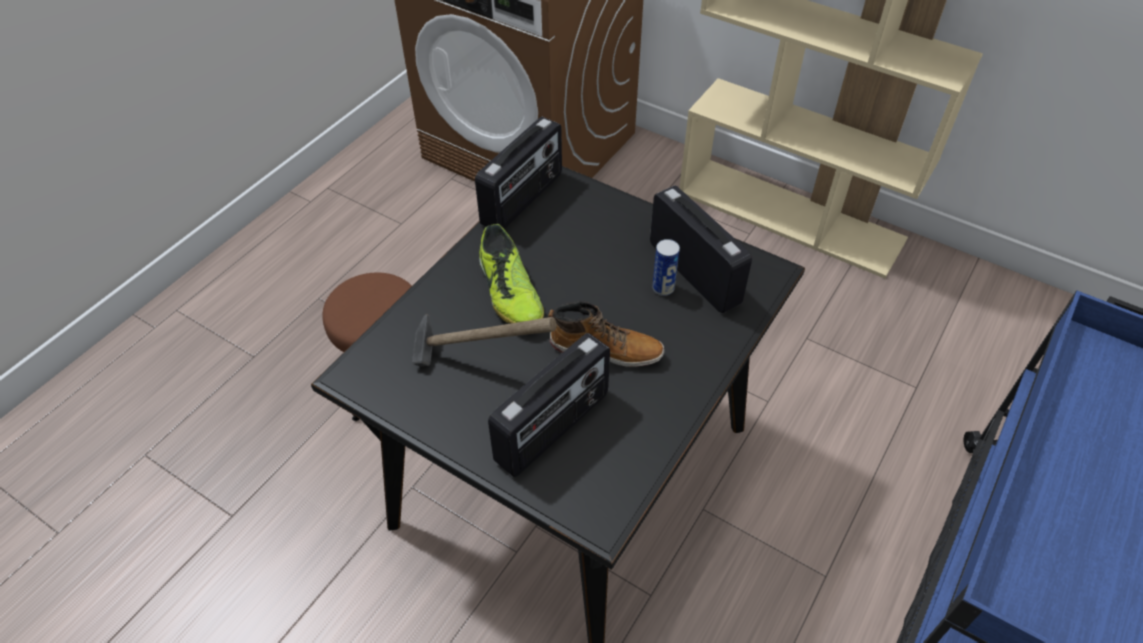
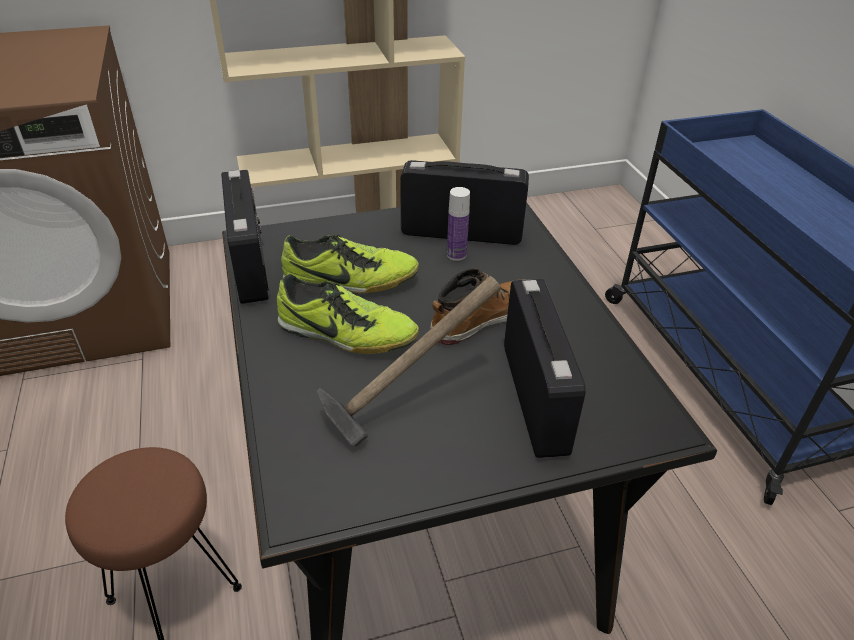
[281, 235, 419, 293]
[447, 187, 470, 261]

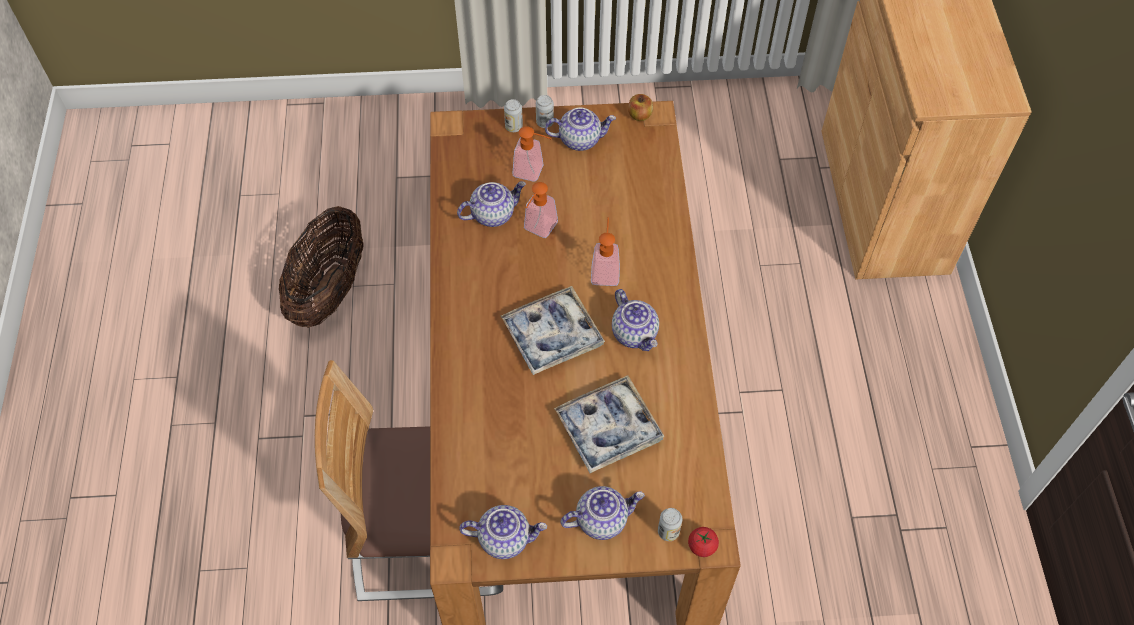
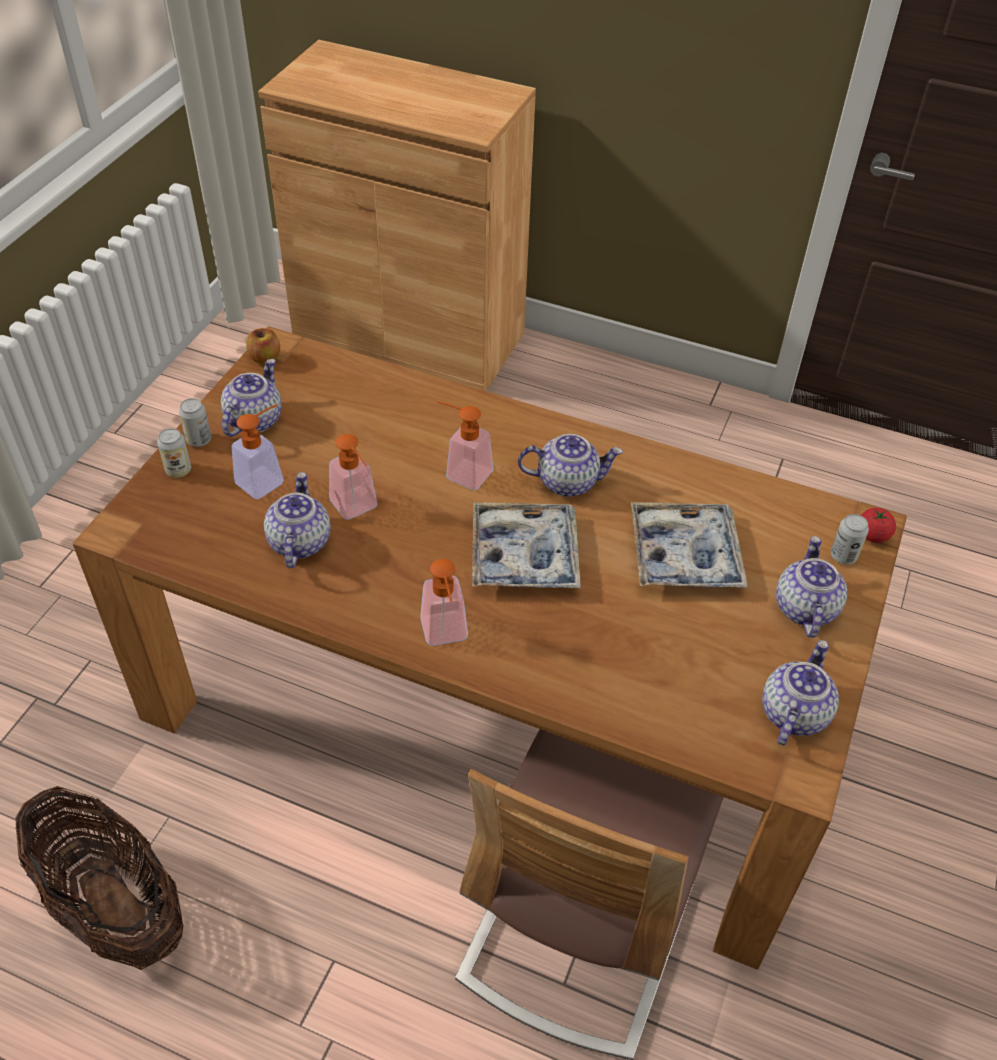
[420, 559, 468, 646]

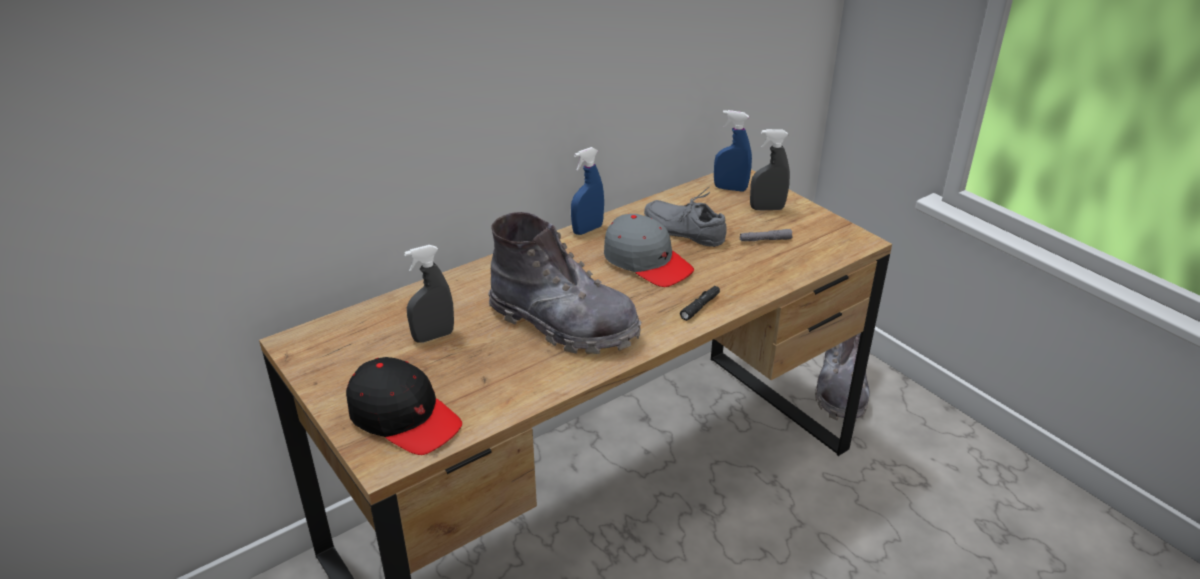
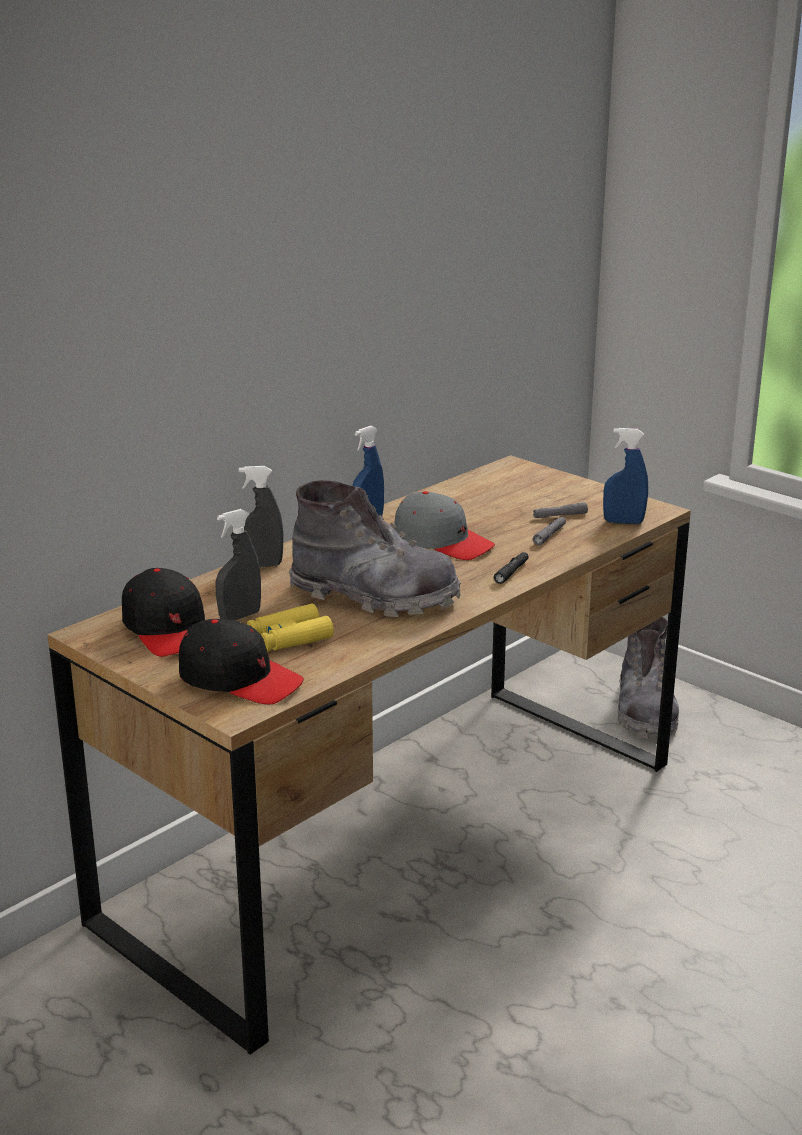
[644, 186, 727, 247] (first image)
[122, 568, 205, 657]
[247, 603, 334, 652]
[533, 517, 566, 545]
[603, 428, 648, 524]
[239, 466, 284, 567]

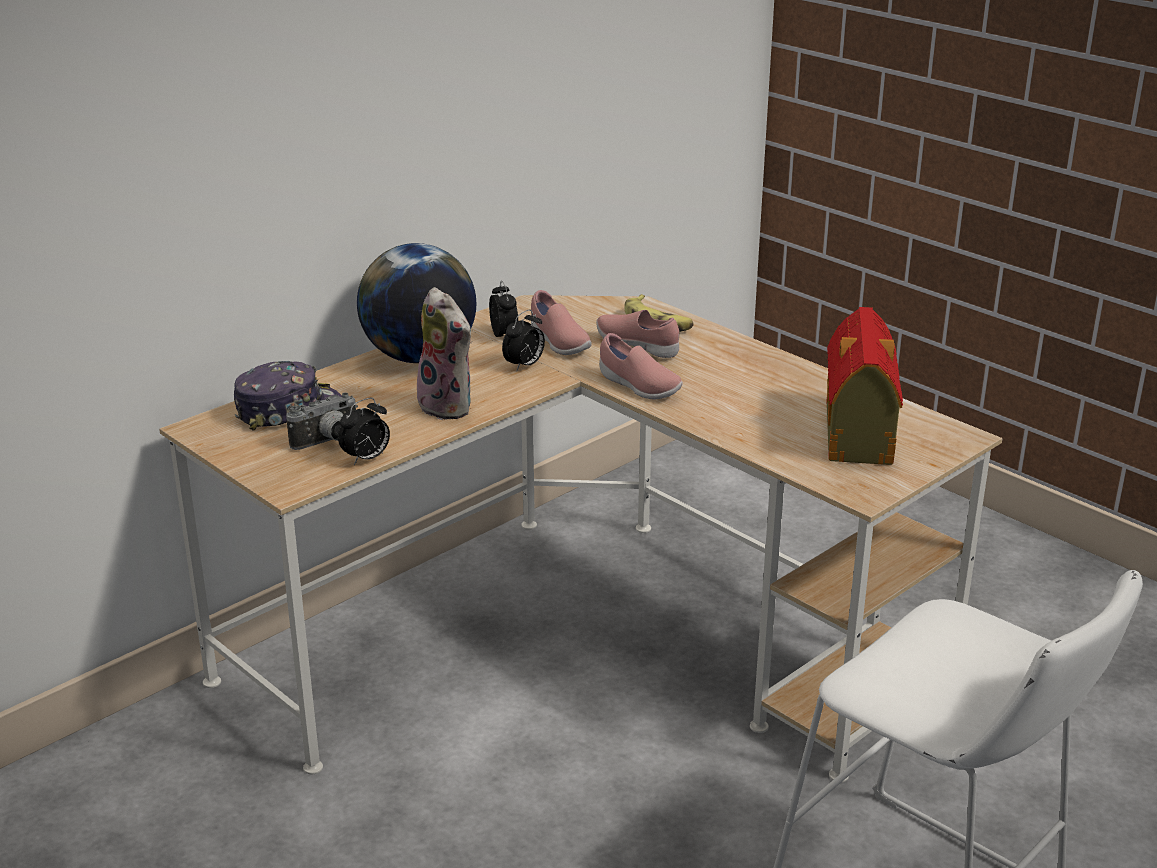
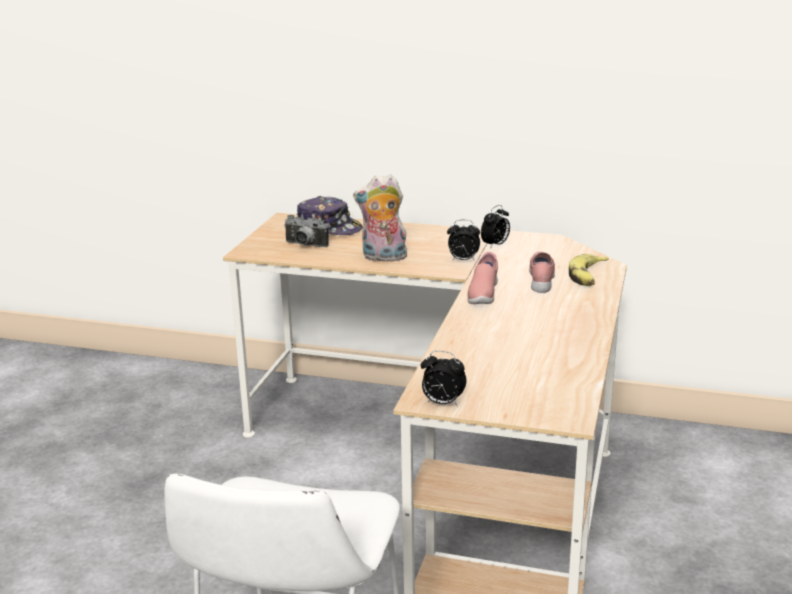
[357, 243, 476, 363] (first image)
[531, 290, 592, 355] (first image)
[827, 307, 903, 465] (first image)
[421, 351, 466, 406]
[353, 174, 407, 262]

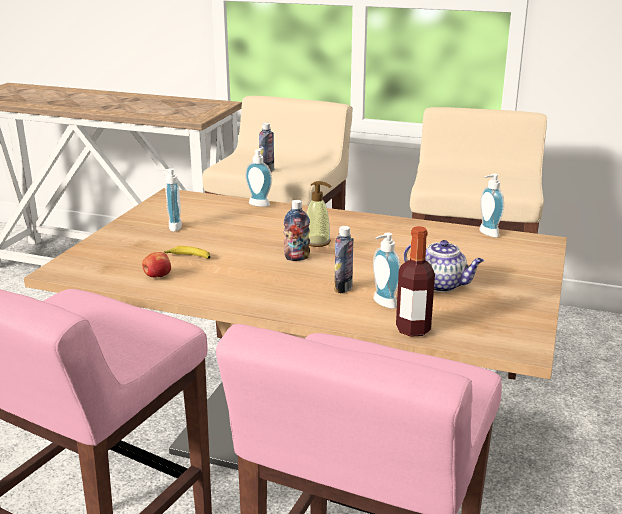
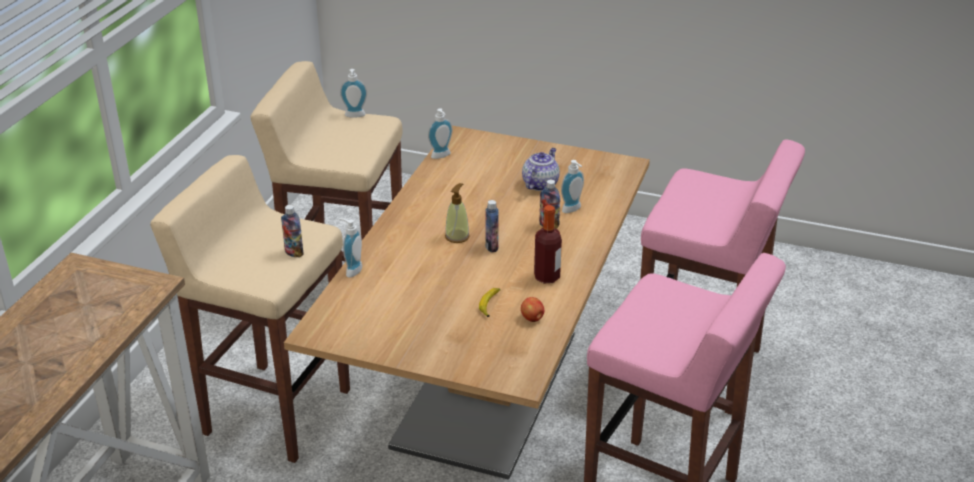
[340, 69, 367, 118]
[534, 205, 562, 283]

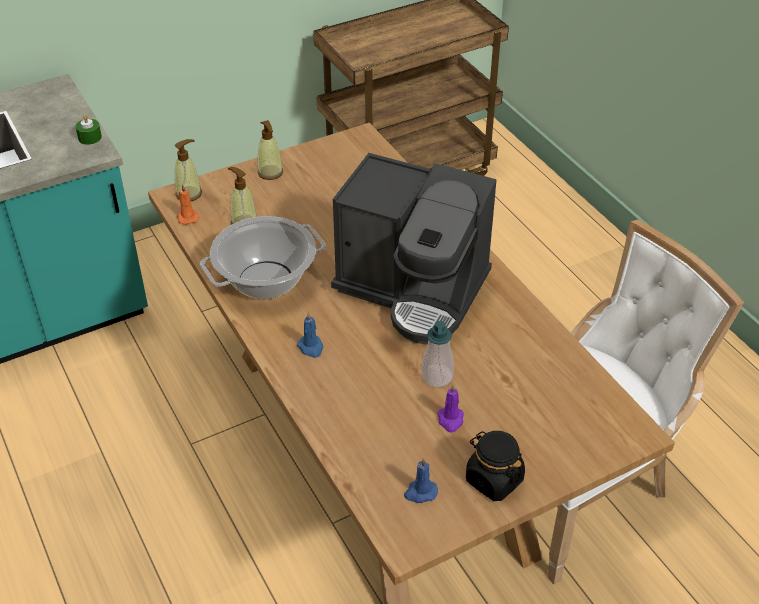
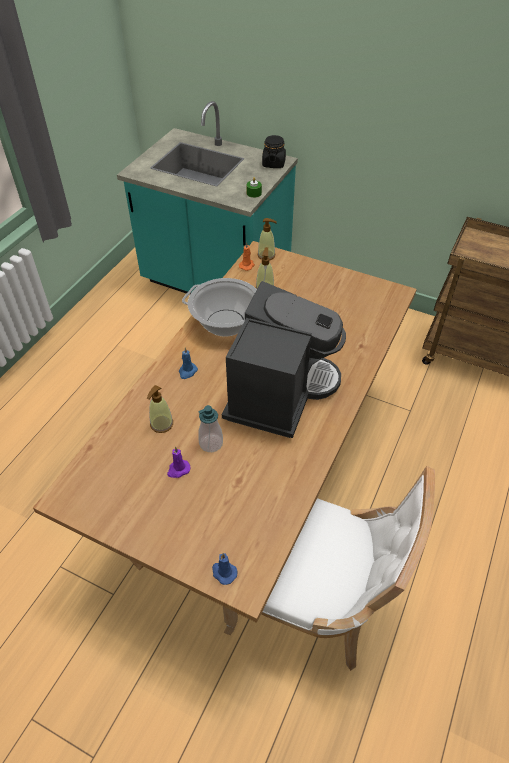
[147, 385, 173, 433]
[212, 553, 237, 585]
[262, 135, 286, 168]
[222, 281, 346, 438]

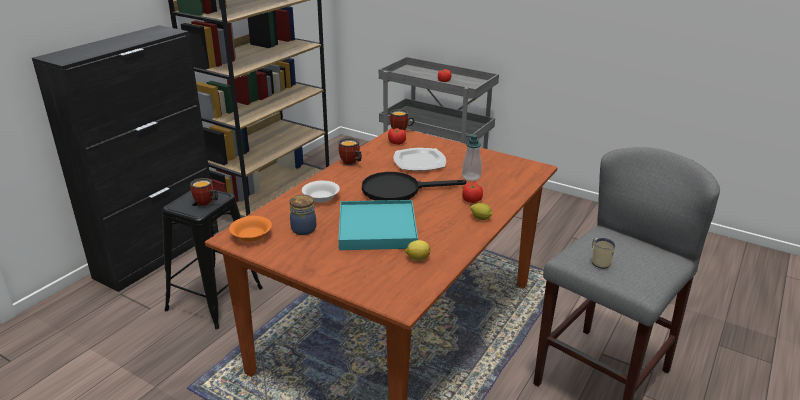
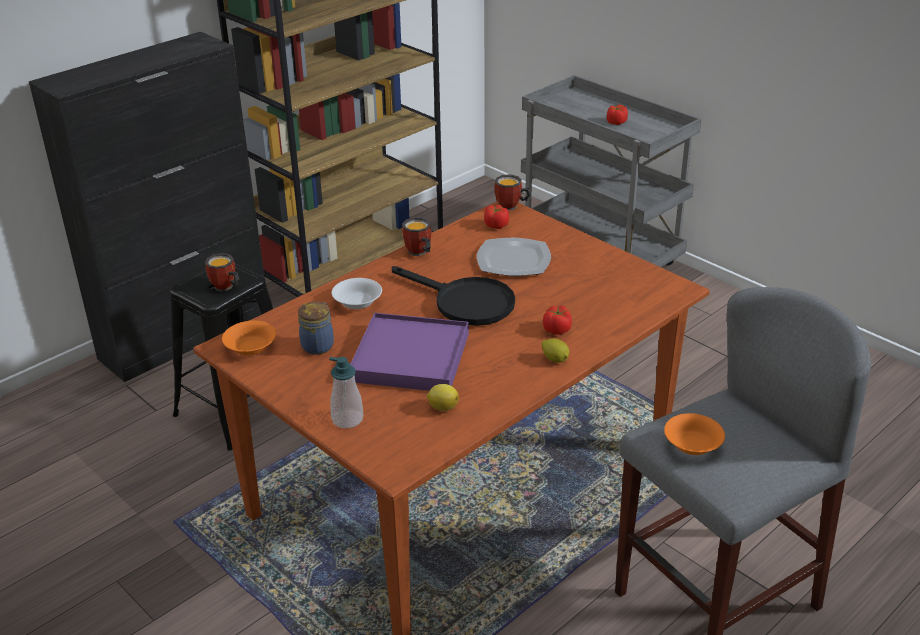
[329, 357, 363, 428]
[664, 413, 725, 455]
[350, 313, 469, 391]
[392, 266, 515, 326]

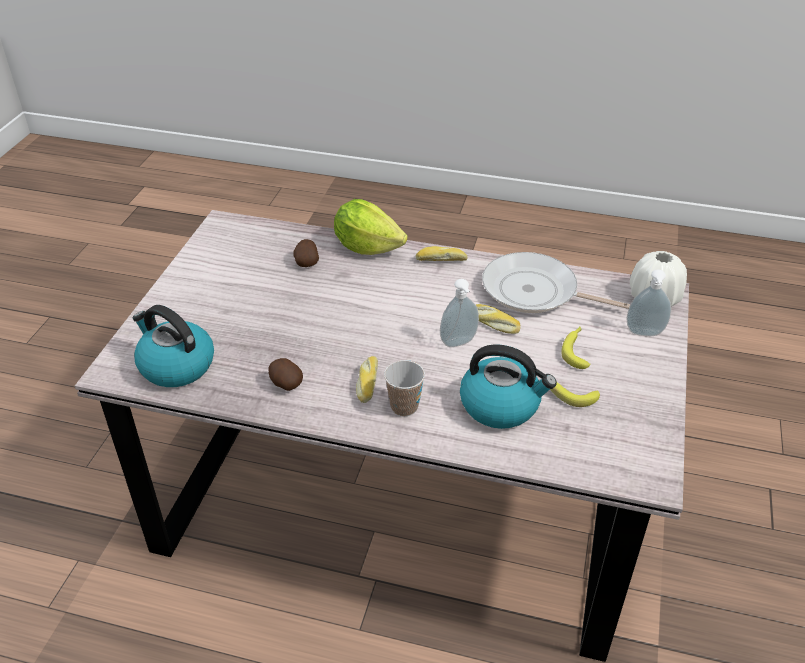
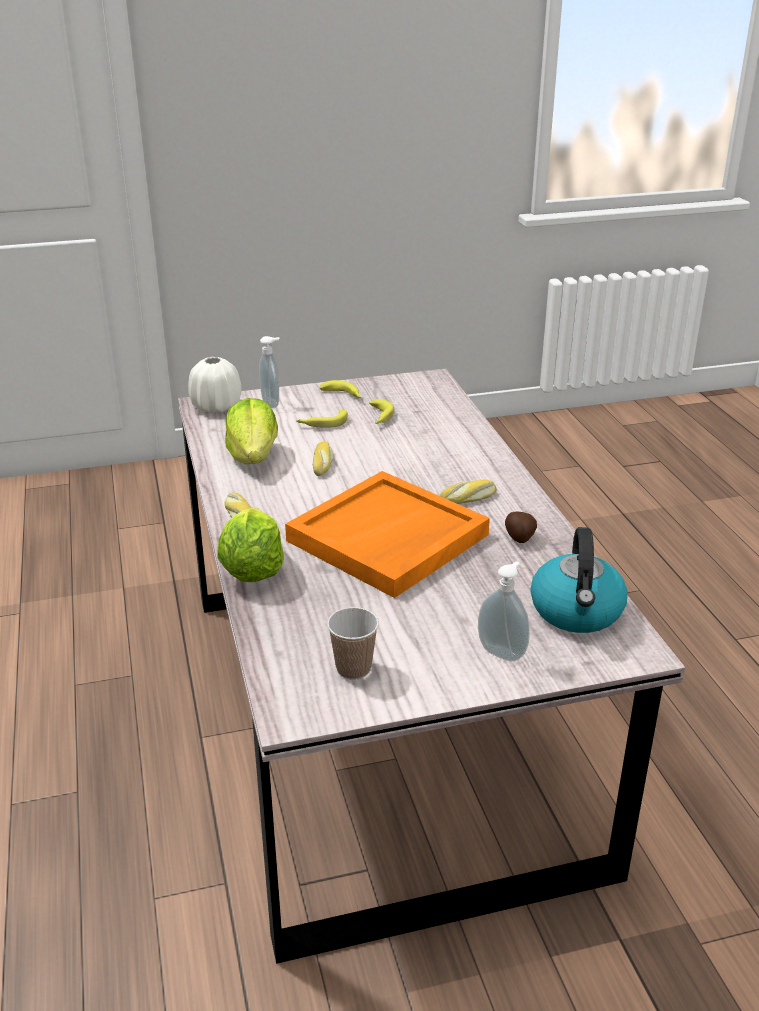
[293, 239, 319, 267] (first image)
[460, 345, 557, 429] (first image)
[285, 471, 490, 598]
[319, 380, 361, 399]
[327, 607, 379, 680]
[478, 561, 530, 661]
[225, 398, 278, 464]

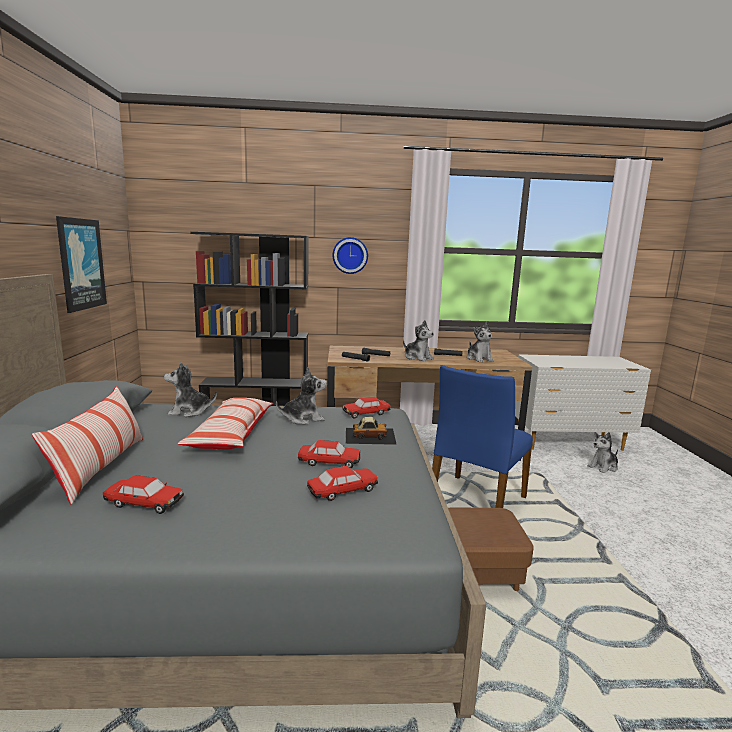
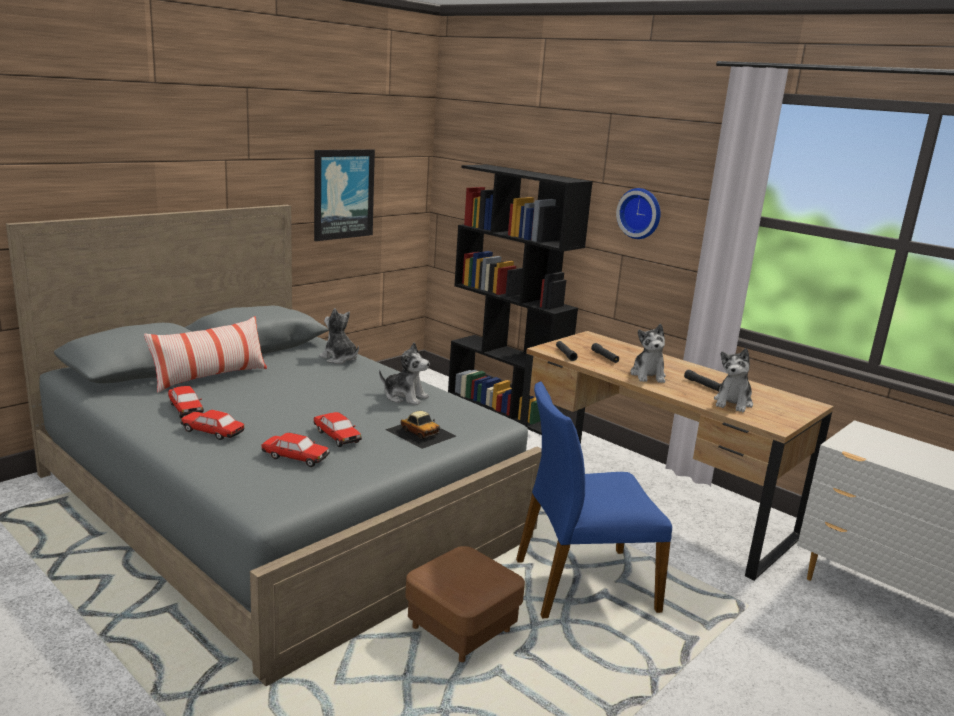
[177, 398, 273, 450] (first image)
[588, 432, 618, 473] (first image)
[181, 410, 245, 440]

